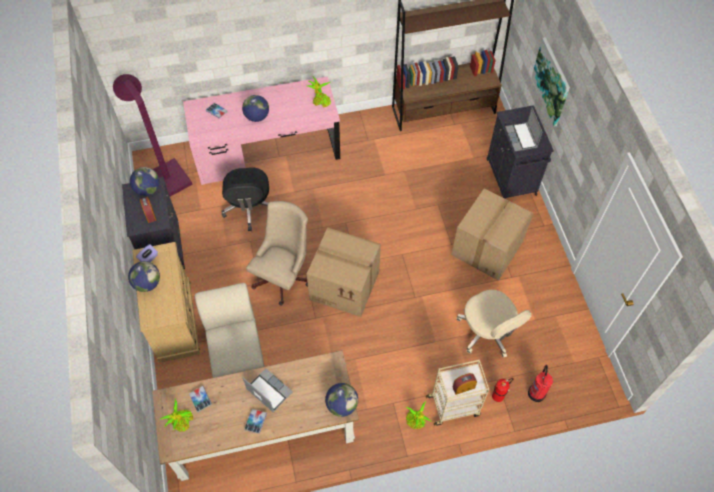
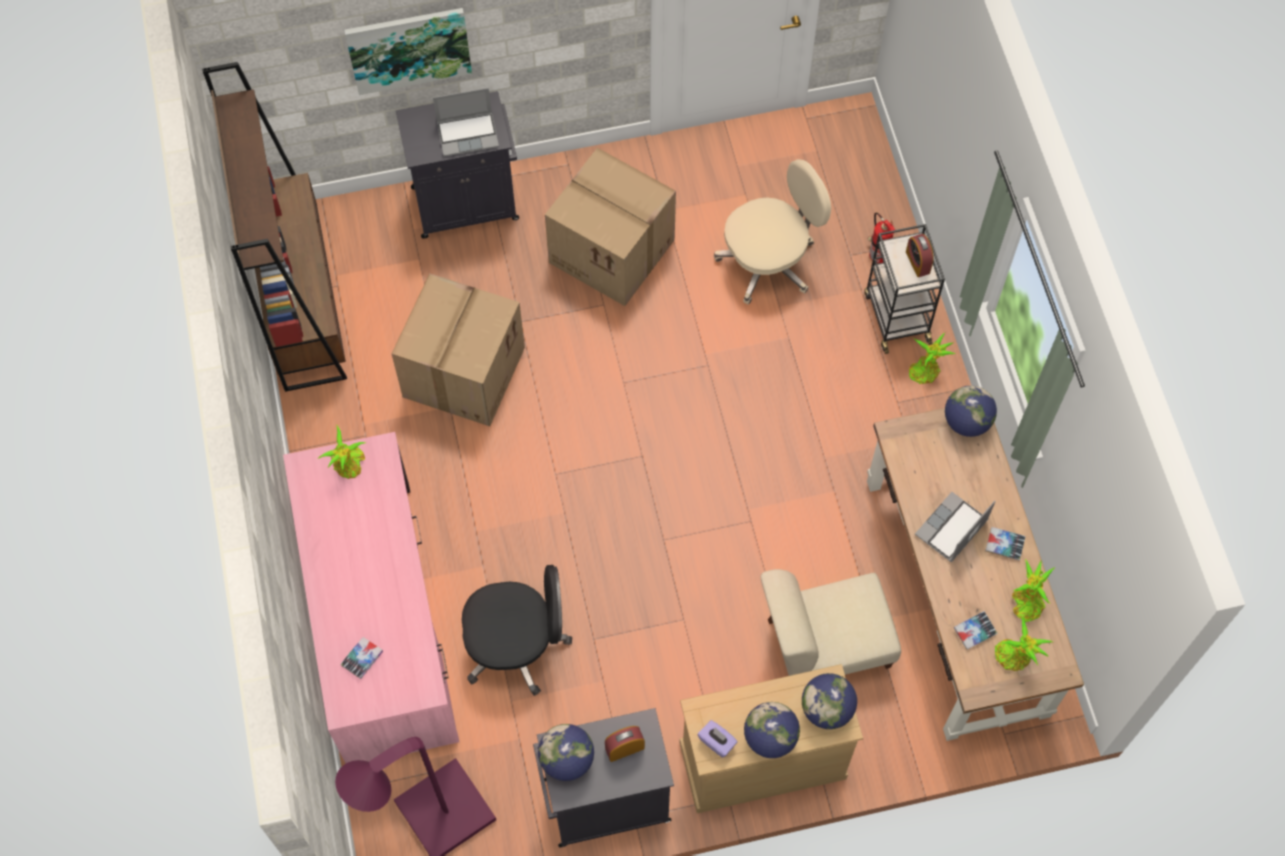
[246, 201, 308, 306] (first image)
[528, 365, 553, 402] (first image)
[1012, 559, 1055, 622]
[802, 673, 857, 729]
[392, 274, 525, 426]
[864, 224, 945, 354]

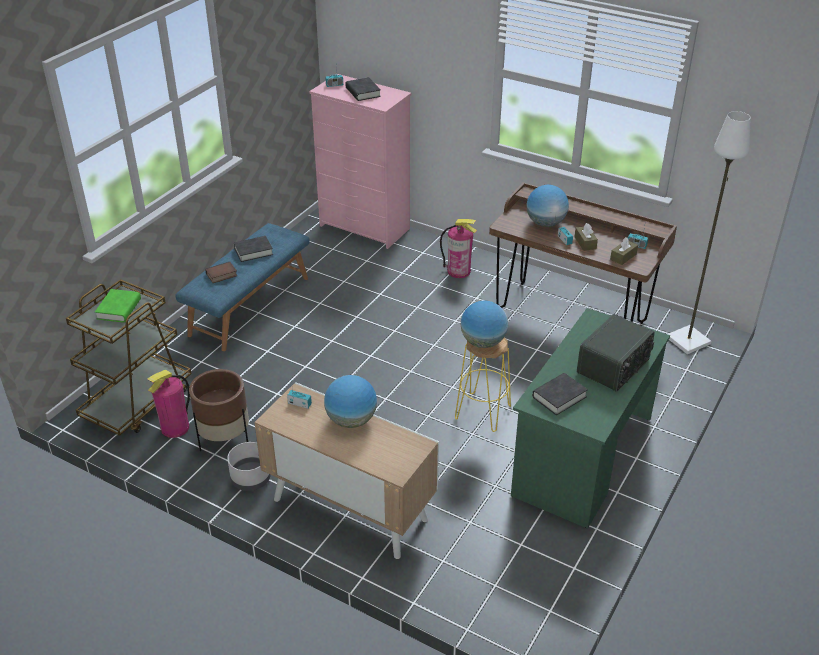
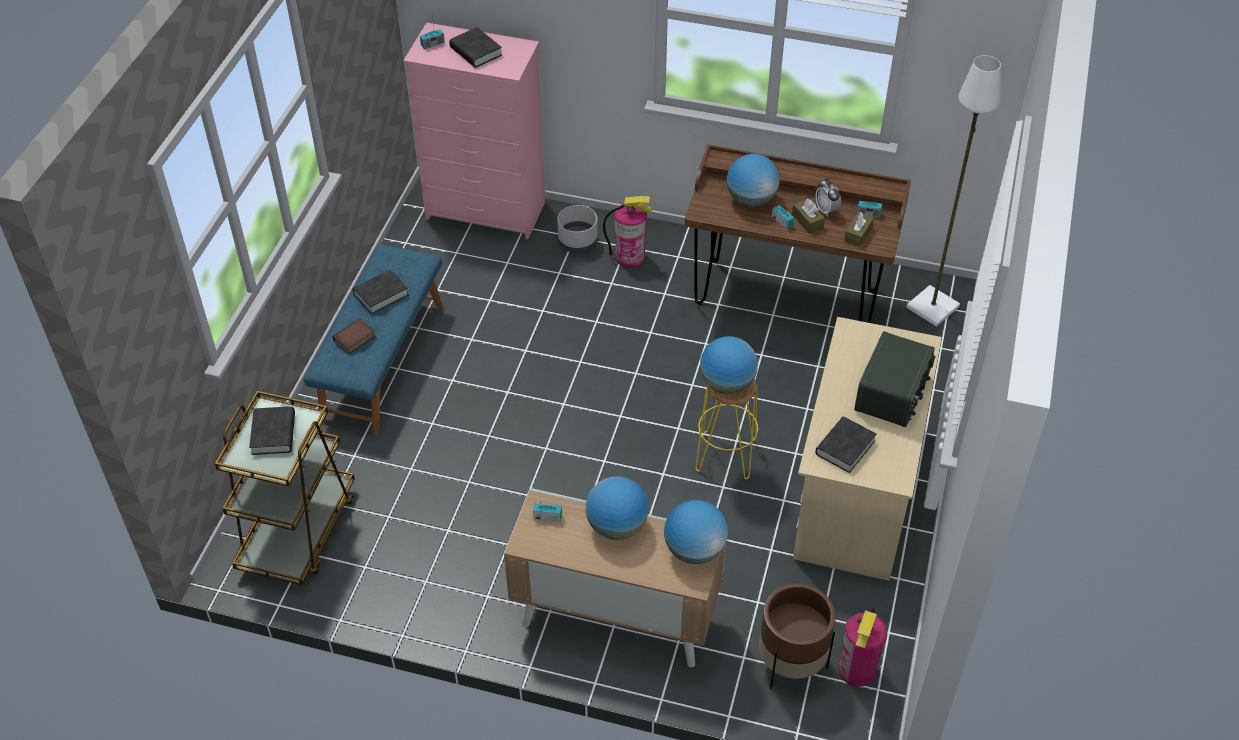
[664, 500, 728, 564]
[815, 178, 841, 216]
[838, 609, 887, 687]
[759, 583, 835, 689]
[557, 205, 598, 253]
[249, 406, 295, 455]
[793, 317, 942, 581]

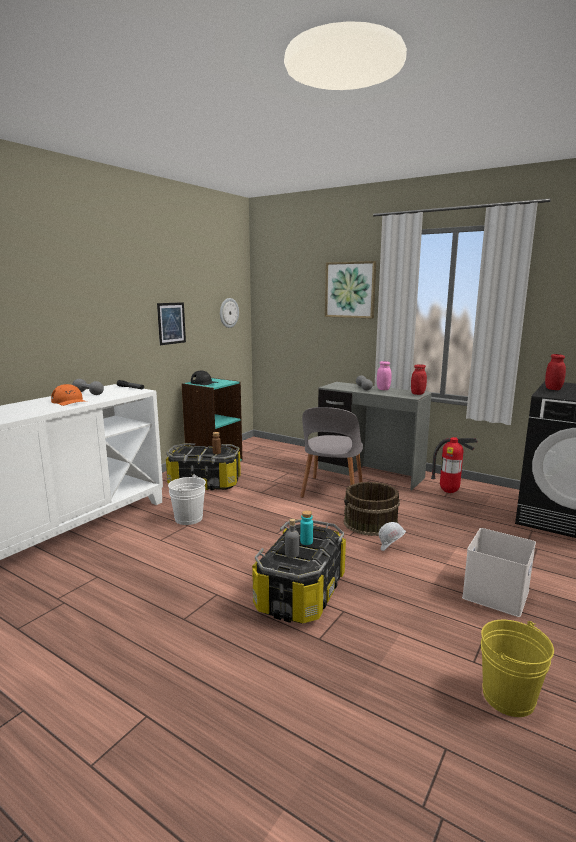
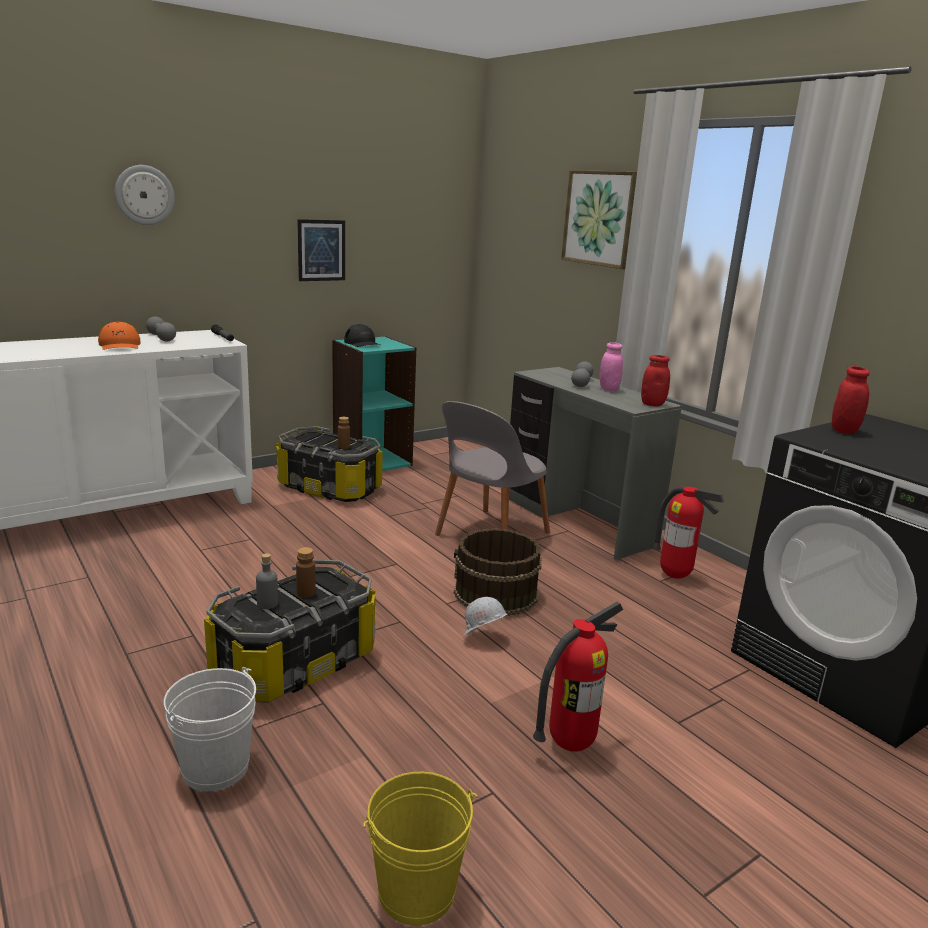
[164, 667, 256, 791]
[115, 165, 175, 225]
[533, 602, 623, 752]
[296, 547, 316, 598]

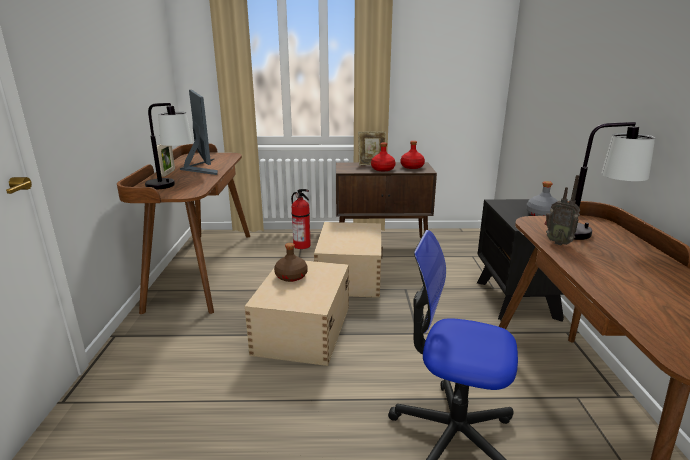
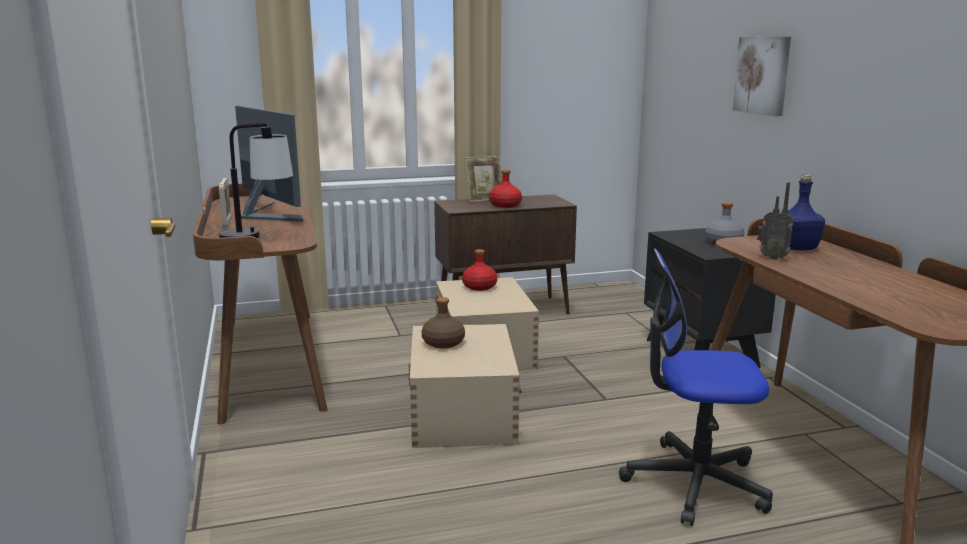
[291, 189, 311, 249] (first image)
[733, 37, 791, 116]
[462, 249, 497, 291]
[788, 175, 825, 250]

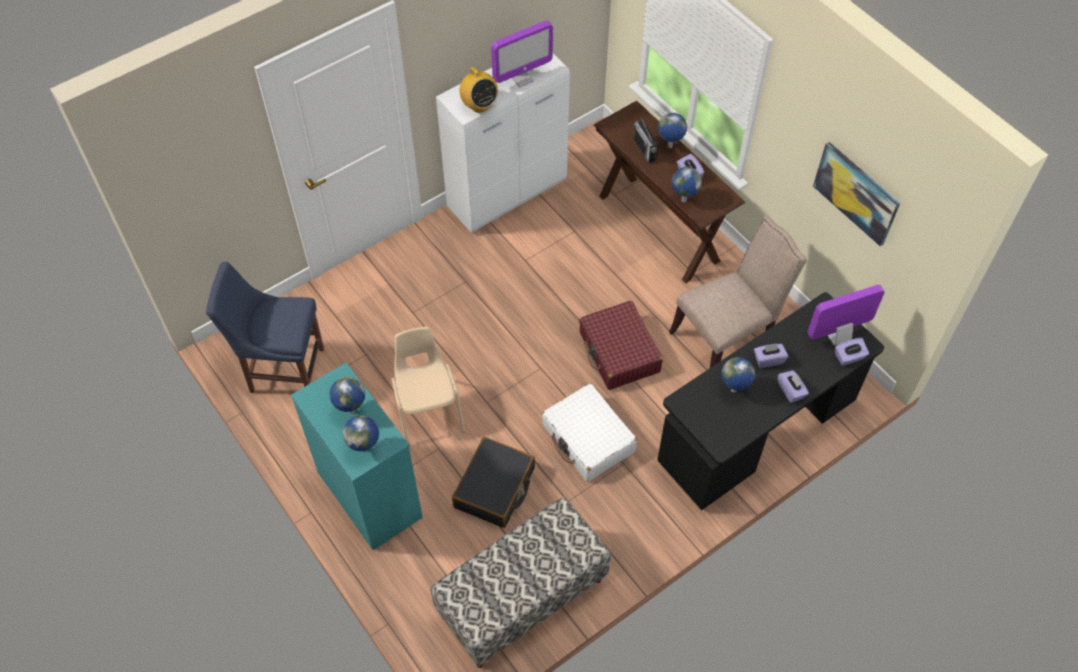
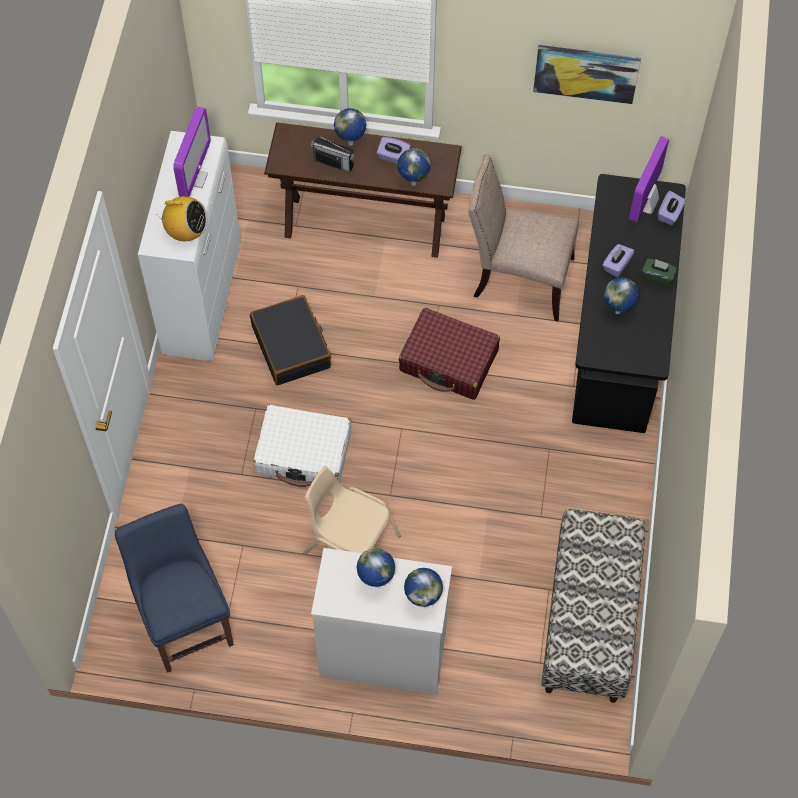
[250, 295, 331, 386]
[253, 405, 351, 487]
[311, 548, 452, 695]
[642, 258, 677, 287]
[115, 504, 234, 673]
[468, 155, 579, 321]

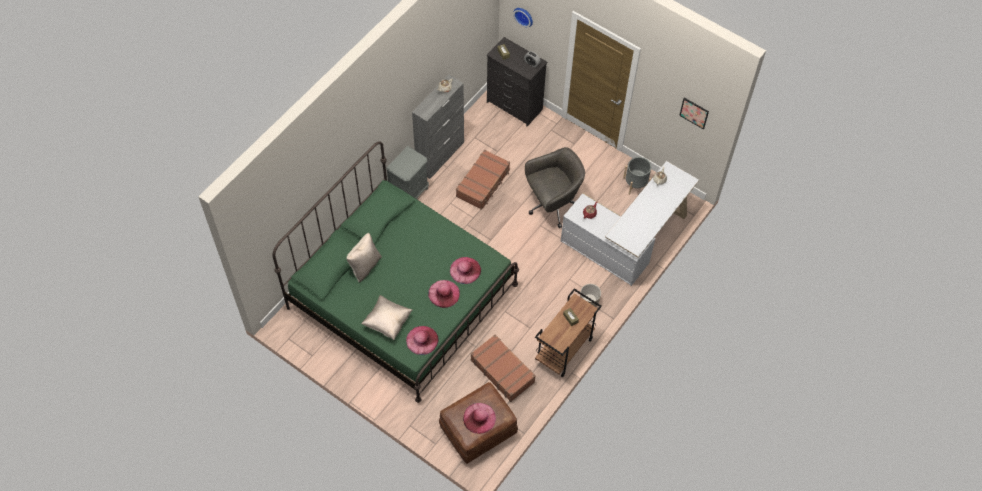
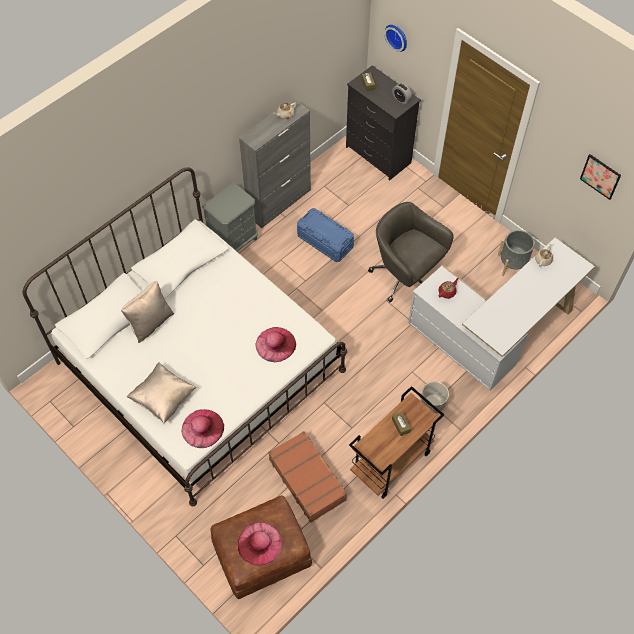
[428, 280, 460, 308] (first image)
[297, 208, 354, 262]
[23, 167, 347, 506]
[368, 202, 453, 302]

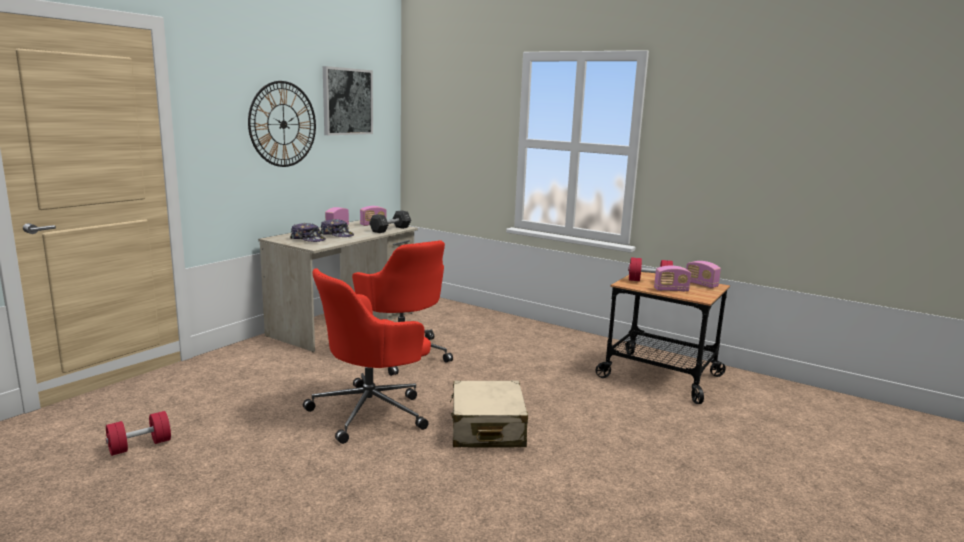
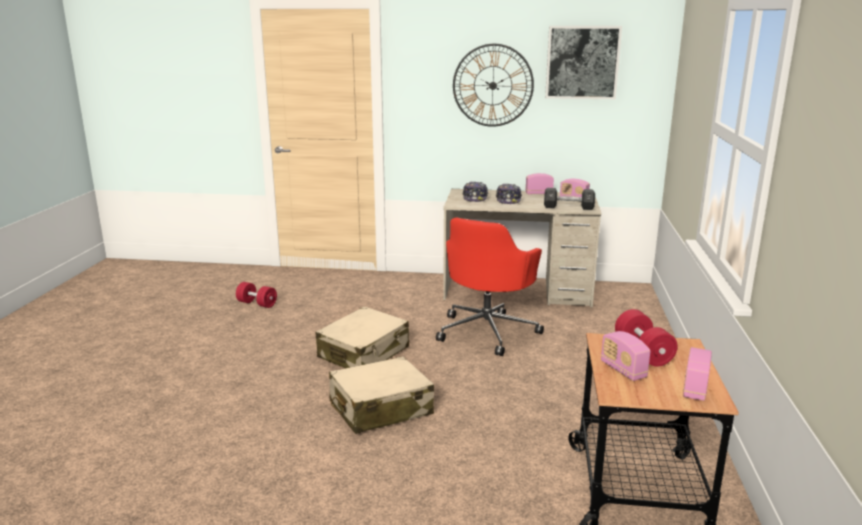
[316, 306, 409, 368]

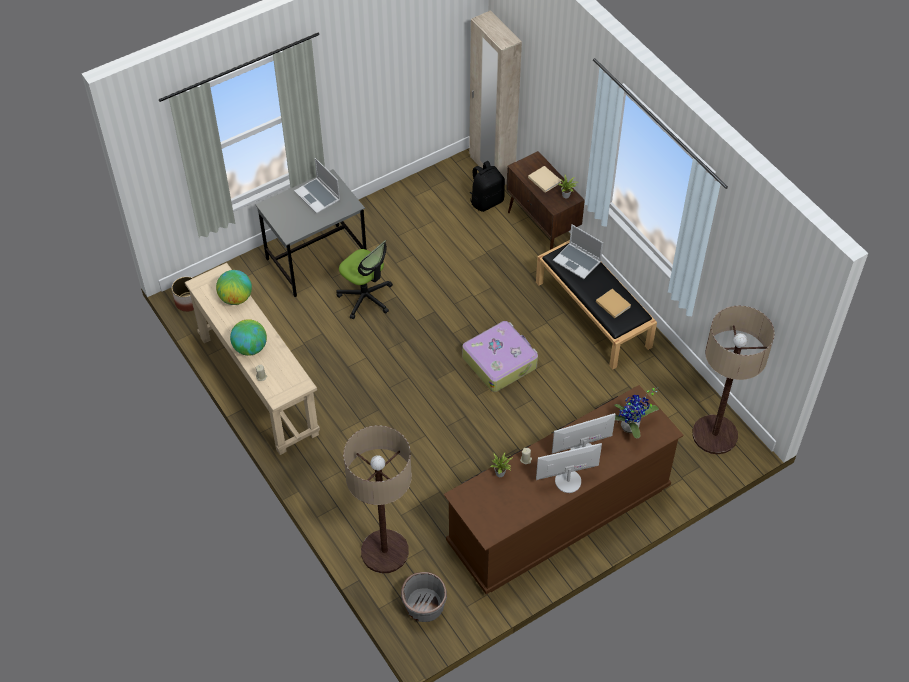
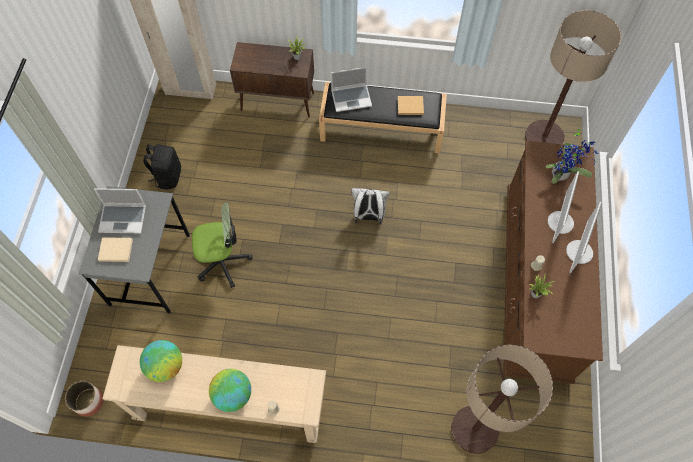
[401, 572, 447, 622] (first image)
[143, 144, 181, 189]
[98, 237, 133, 262]
[351, 188, 390, 224]

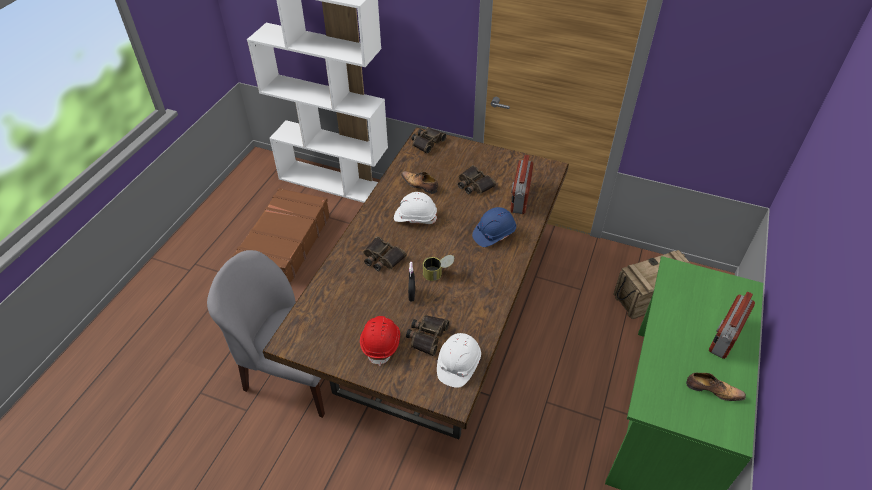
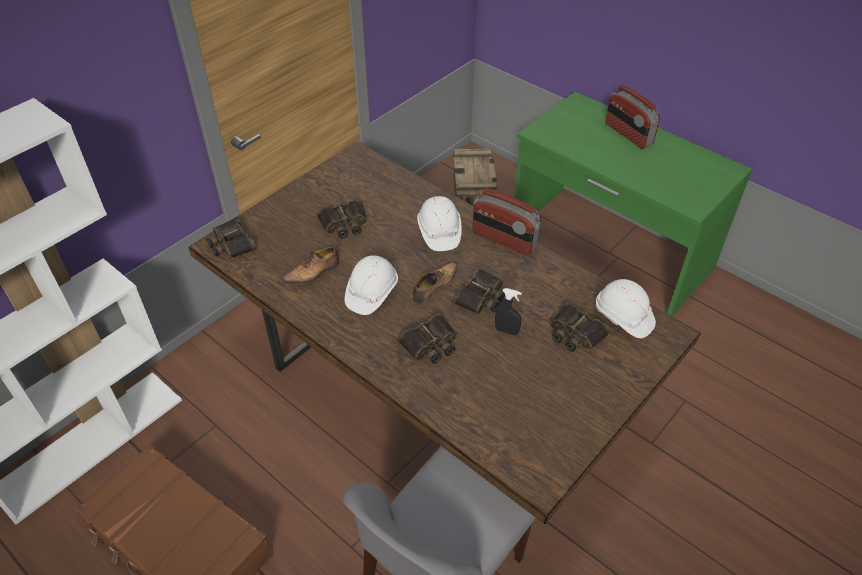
[360, 316, 400, 366] (first image)
[473, 188, 541, 256]
[413, 262, 458, 304]
[452, 268, 505, 314]
[417, 196, 462, 251]

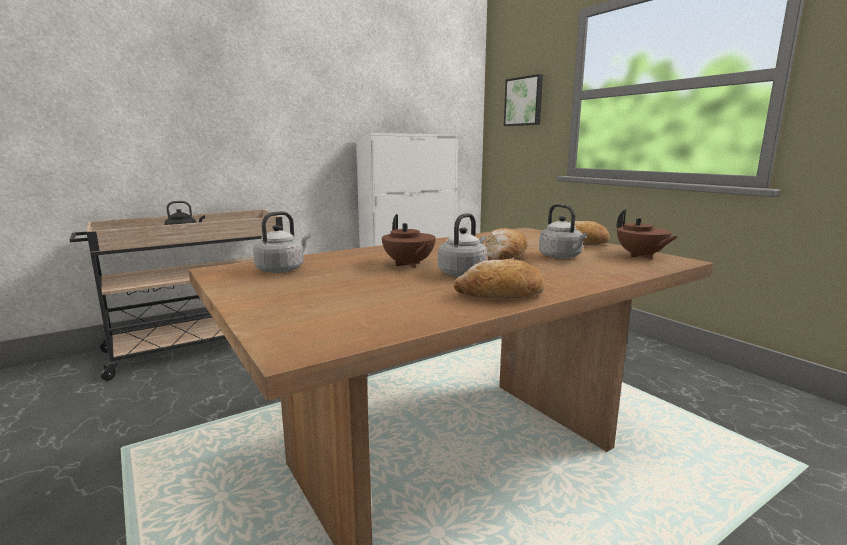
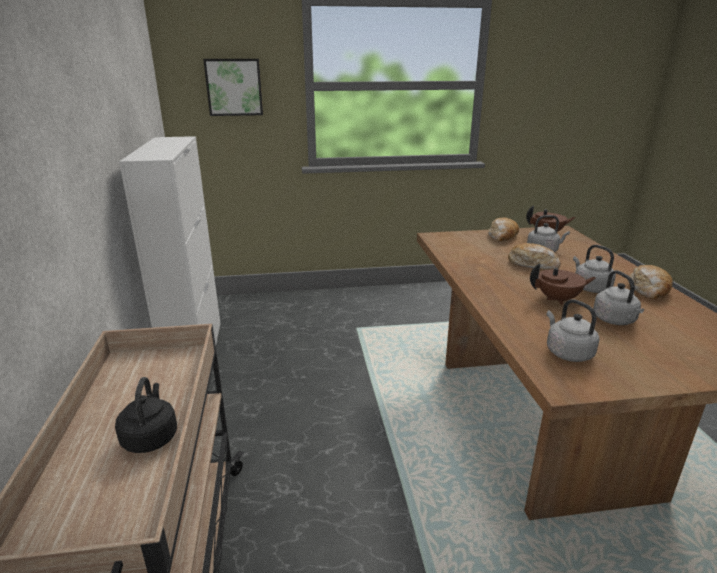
[593, 270, 644, 325]

